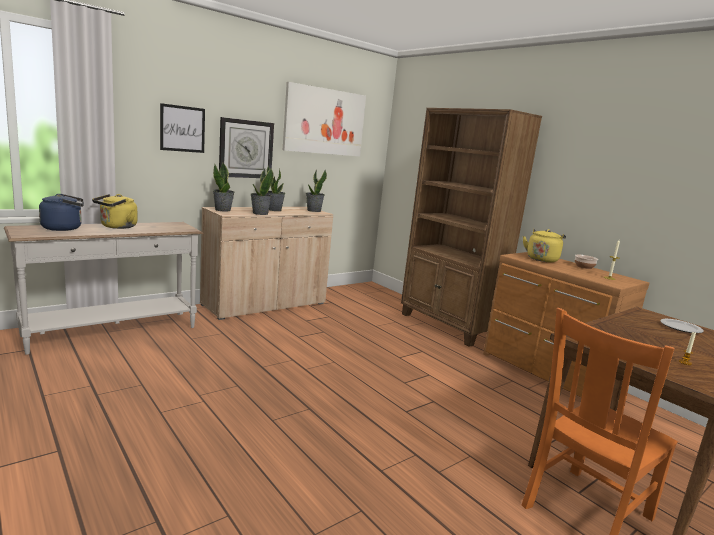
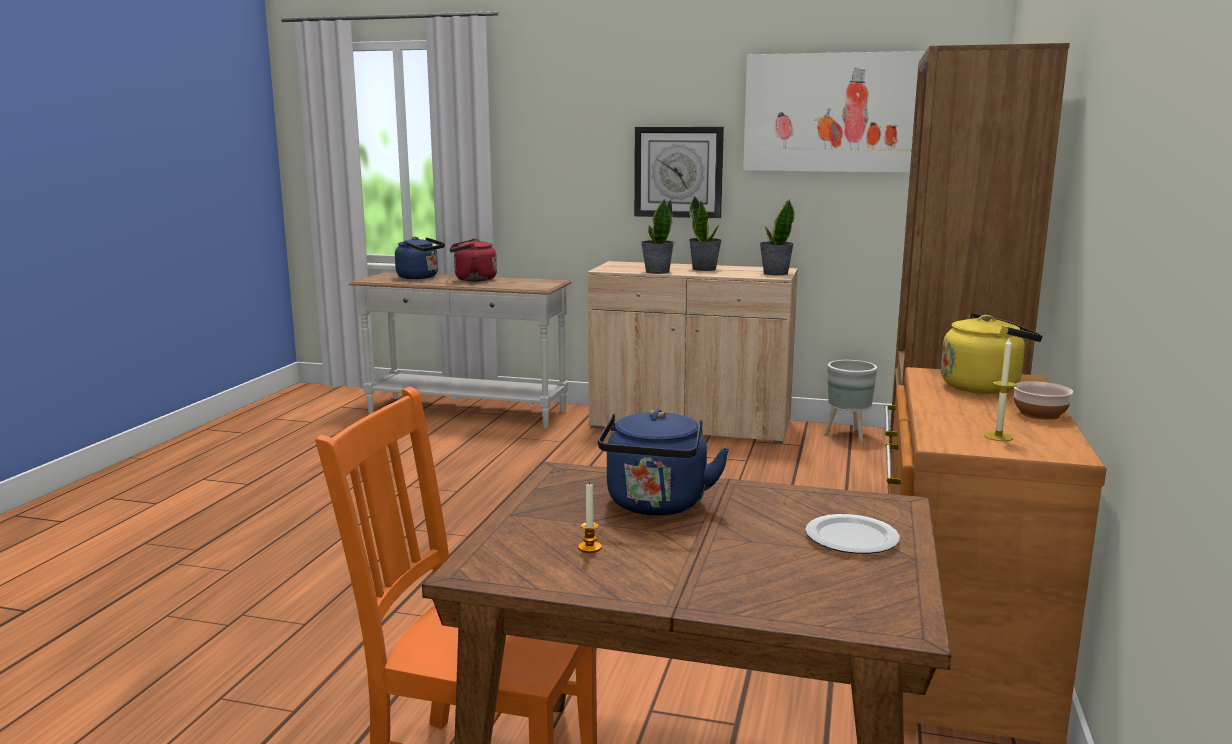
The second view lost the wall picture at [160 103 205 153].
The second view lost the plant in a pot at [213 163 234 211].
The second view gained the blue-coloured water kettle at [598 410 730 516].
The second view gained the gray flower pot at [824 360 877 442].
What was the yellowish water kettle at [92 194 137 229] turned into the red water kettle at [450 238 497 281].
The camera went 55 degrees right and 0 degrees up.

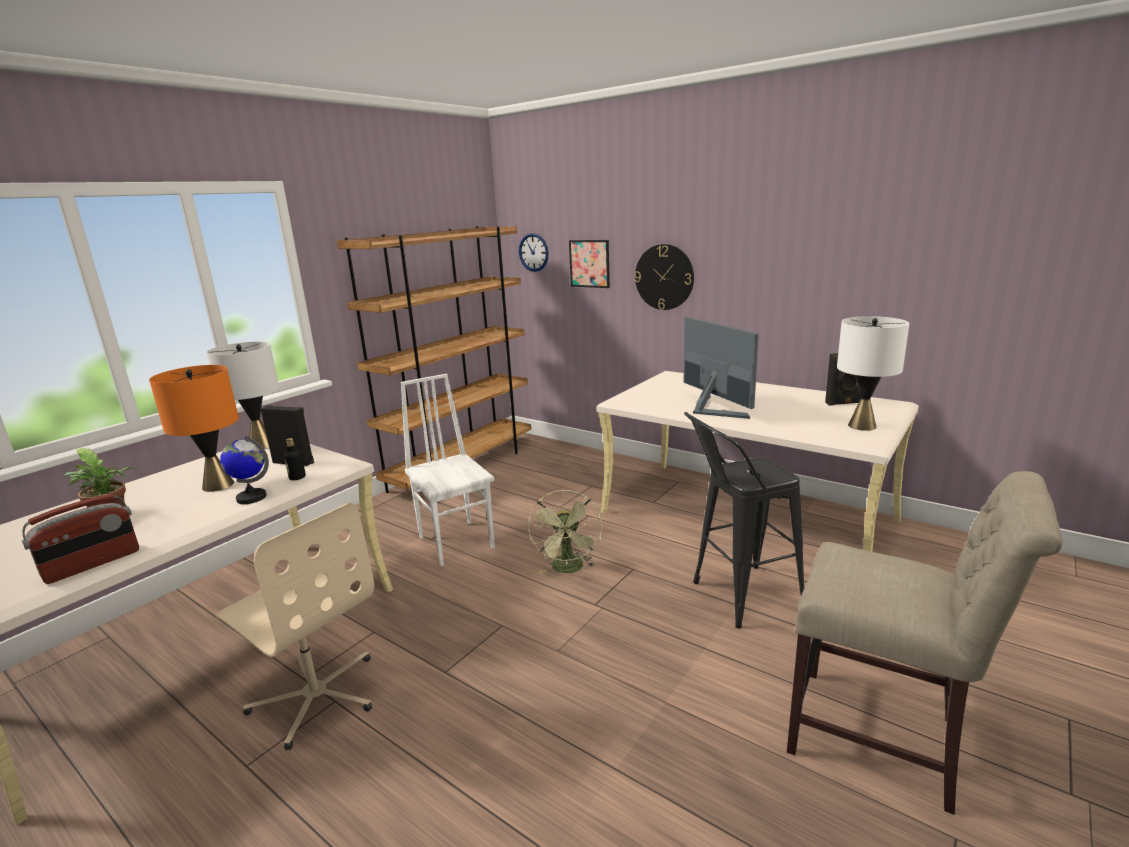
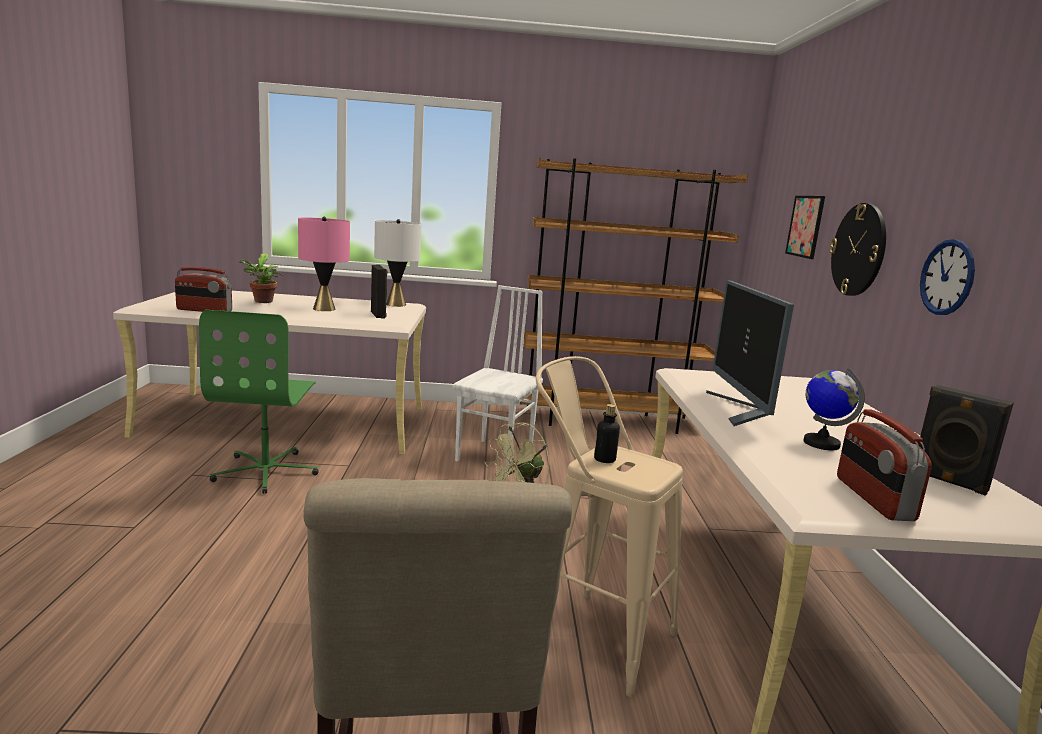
The world globe ended up elsewhere, having gone from [220 436 269 504] to [804 368 865 450].
The beverage bottle ended up elsewhere, having gone from [284 438 306 480] to [594 404 620 463].
The hanging clock ended up elsewhere, having gone from [519 233 548 272] to [920 239 975 315].
Where the whitish table lamp stood at [837 316 909 431], the radio came to stand at [837 409 932 521].
What was the orange table lamp at [149 365 239 492] turned into the pink table lamp at [298 216 350 311].
What was the beige-coloured office chair at [216 503 374 750] turned into the green-coloured office chair at [199 310 319 494].
What was the black-coloured stool at [684 412 804 628] turned into the beige-coloured stool at [536 356 683 697].
The computer screen at [684 317 759 419] ended up facing another way, 150 degrees clockwise from before.
The camera went 50 degrees right and 5 degrees down.

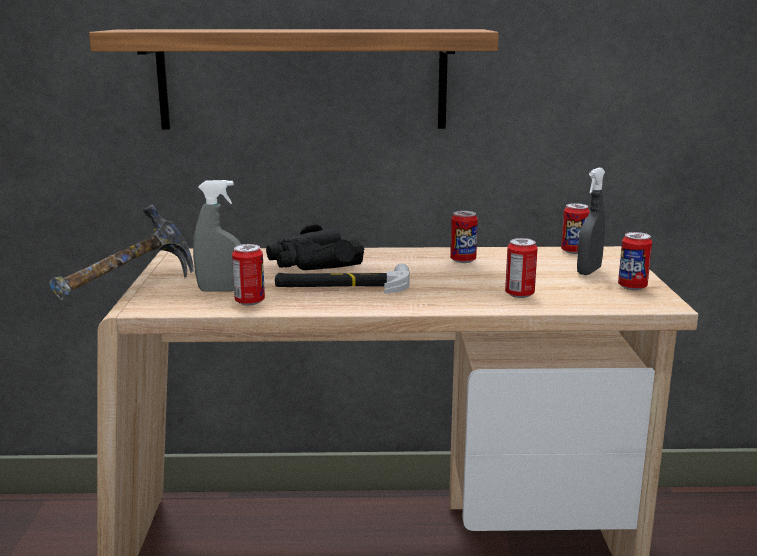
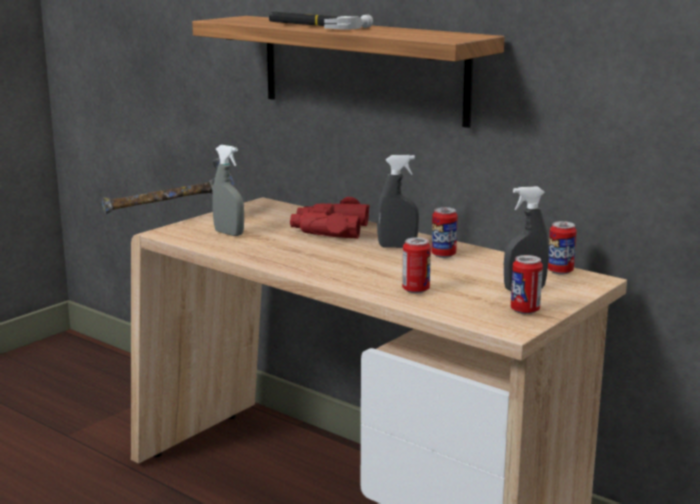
The second view lost the sealed can at [232 244 265 305].
The second view gained the gray sprayer at [377 155 419 248].
The tool hammer ended up elsewhere, having gone from [275 263 410 294] to [269 12 373 29].
What was the black-coloured pair of binoculars at [266 224 364 270] turned into the red pair of binoculars at [290 197 370 239].
The camera went 40 degrees right and 0 degrees up.

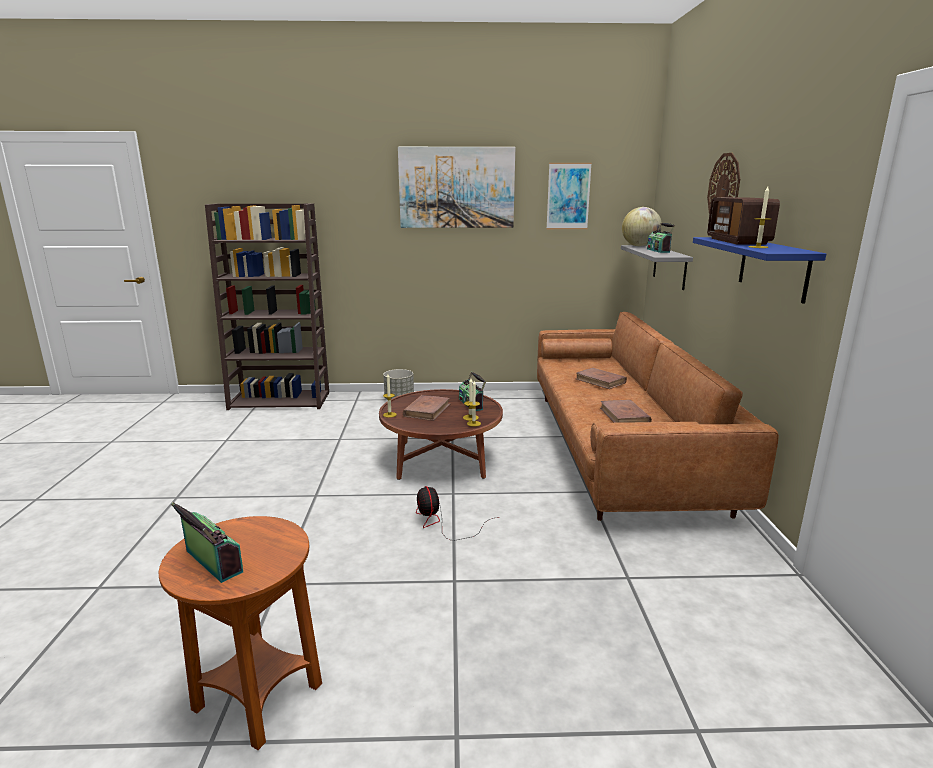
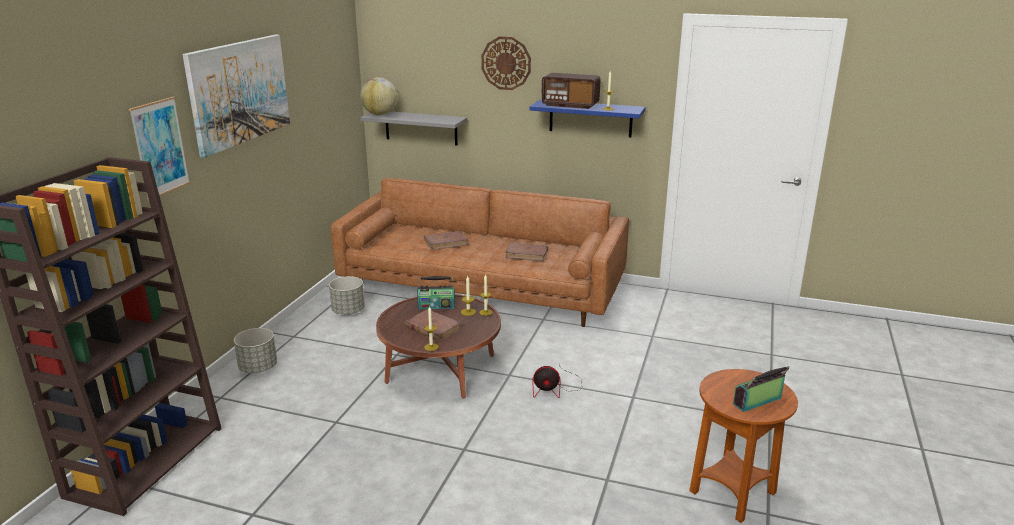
The second view lost the radio at [647 223 676 253].
The second view gained the gray flower pot at [329 276 365 315].
The wall picture ended up elsewhere, having gone from [546 163 592 229] to [129 97 190 201].
The camera went 70 degrees left and 5 degrees up.

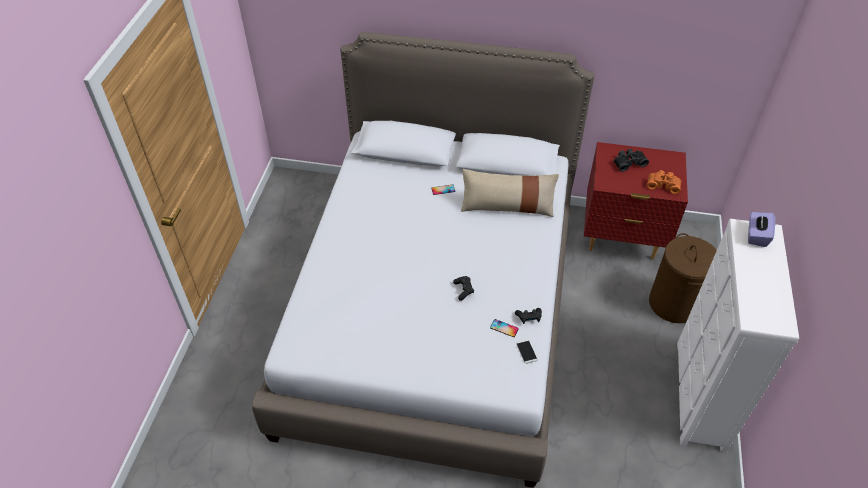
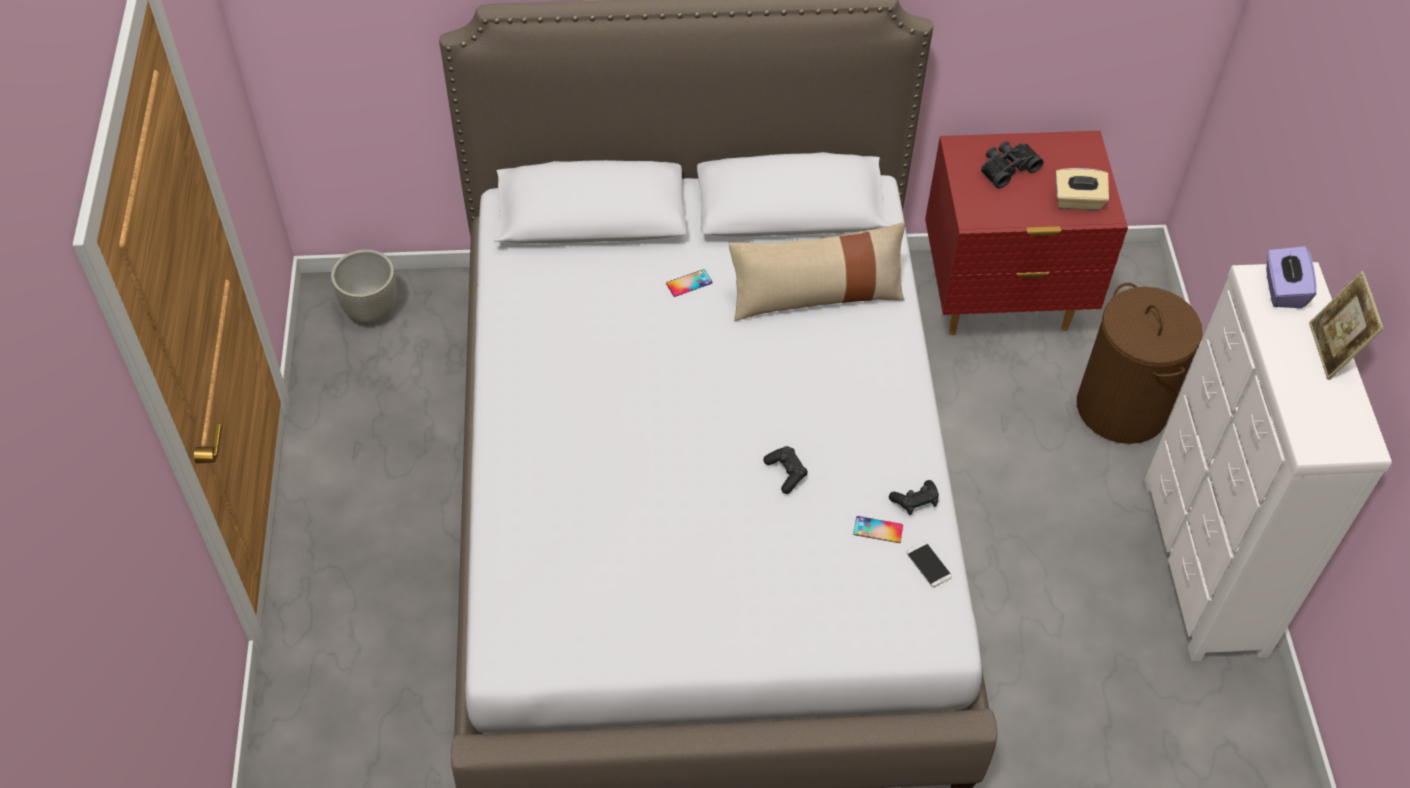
The second view gained the gray flower pot at [331 249 397 323].
The second view gained the picture frame at [1309 271 1384 380].
Where the orange pair of binoculars stood at [647 170 682 194], the beige-coloured box of tissues came to stand at [1055 168 1109 210].
The camera went 15 degrees left and 5 degrees up.

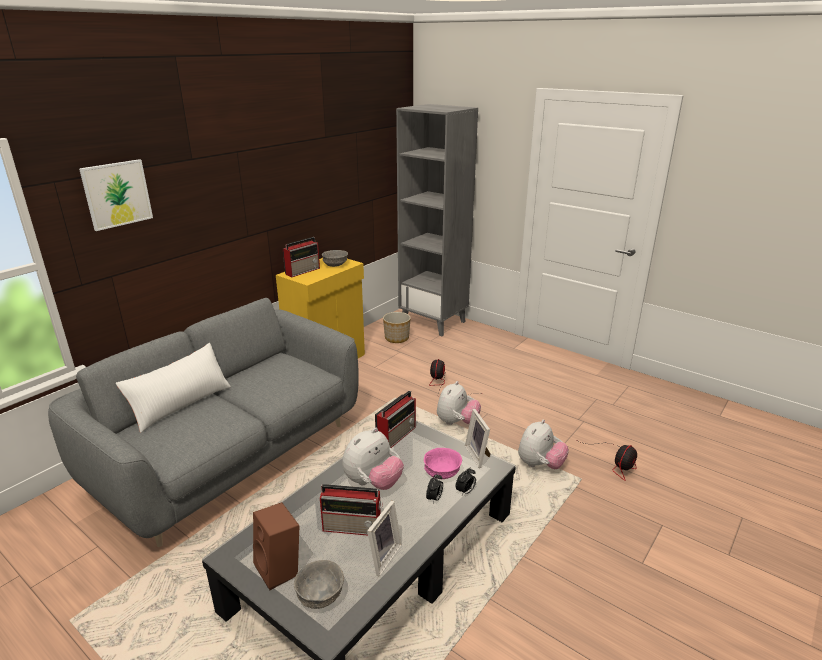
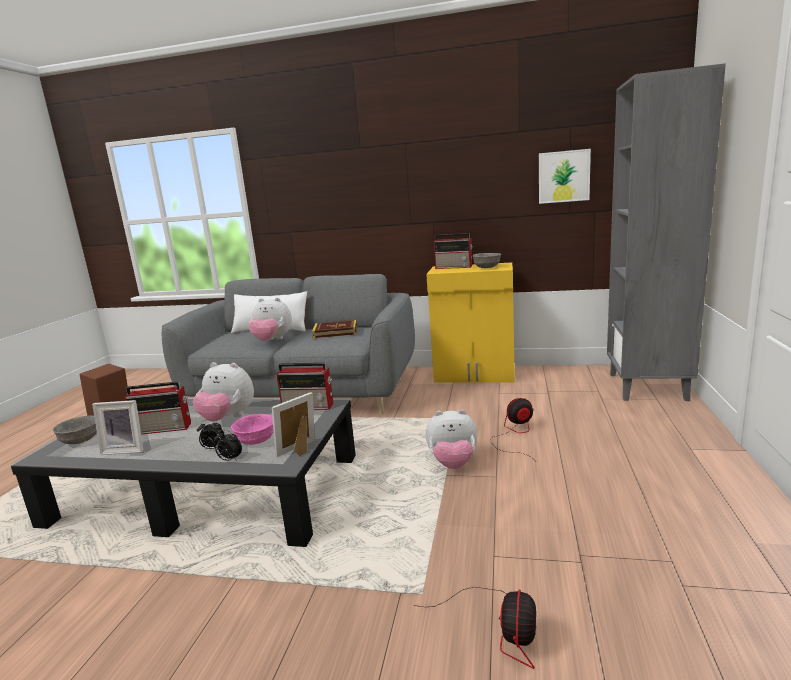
The second view lost the flower pot at [383 312 411 343].
The second view gained the volume at [312 320 357 338].
The wall picture ended up elsewhere, having gone from [79 159 153 231] to [539 149 591 204].
The plush toy ended up elsewhere, having gone from [518 419 569 469] to [248 298 292 341].
The radio at [320 484 383 536] ended up facing another way, 75 degrees counterclockwise from before.
The electric fan at [579 441 637 481] ended up facing another way, 90 degrees counterclockwise from before.
The camera went 65 degrees right and 10 degrees down.

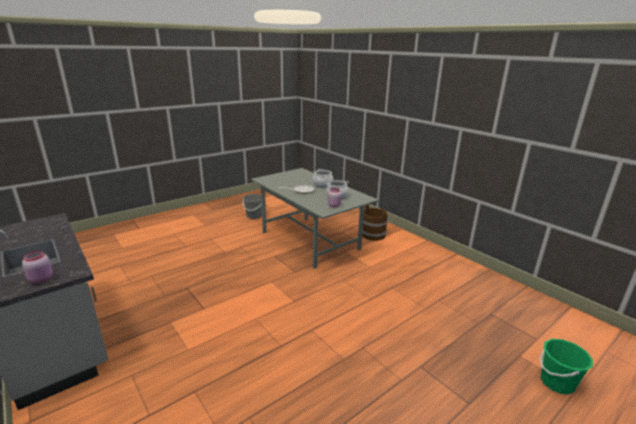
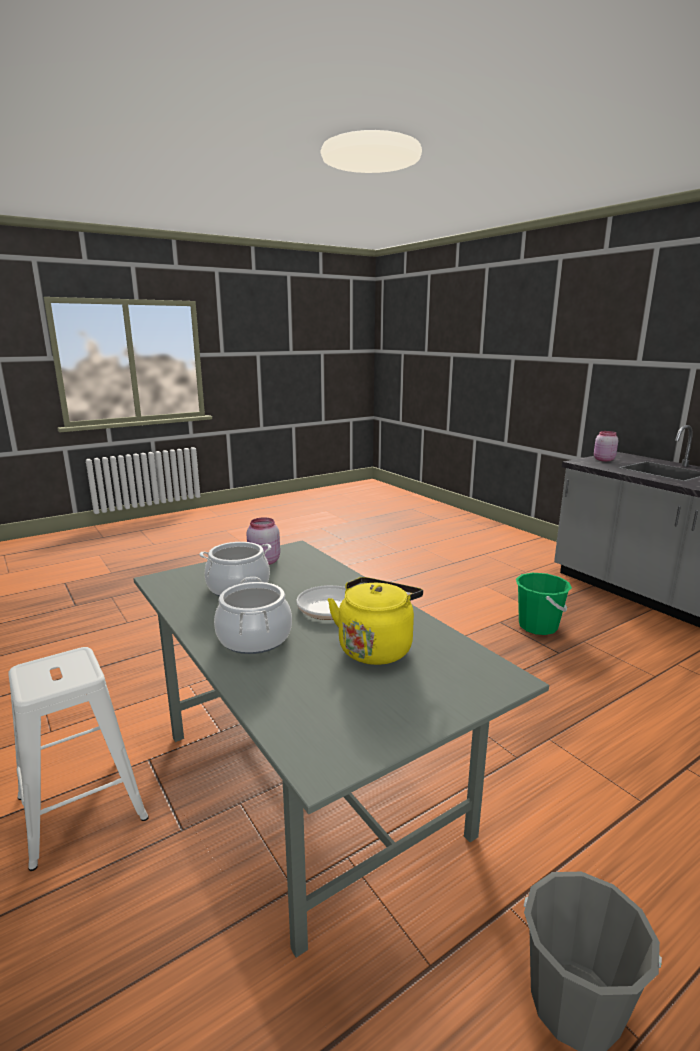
The second view gained the yellowish water kettle at [328 577 423 665].
The green-coloured water bucket ended up elsewhere, having gone from [540 339 593 395] to [516 573 572 635].
Where the brown water bucket stood at [362 205 388 241], the whitish stool came to stand at [8 647 149 871].
The camera went 175 degrees left and 5 degrees down.

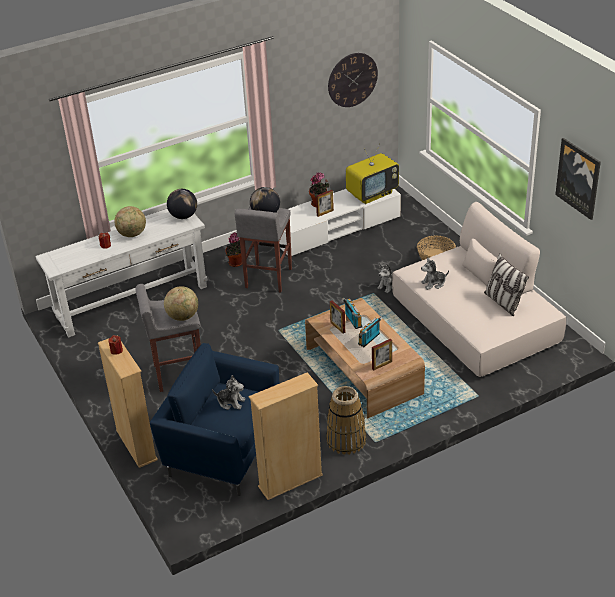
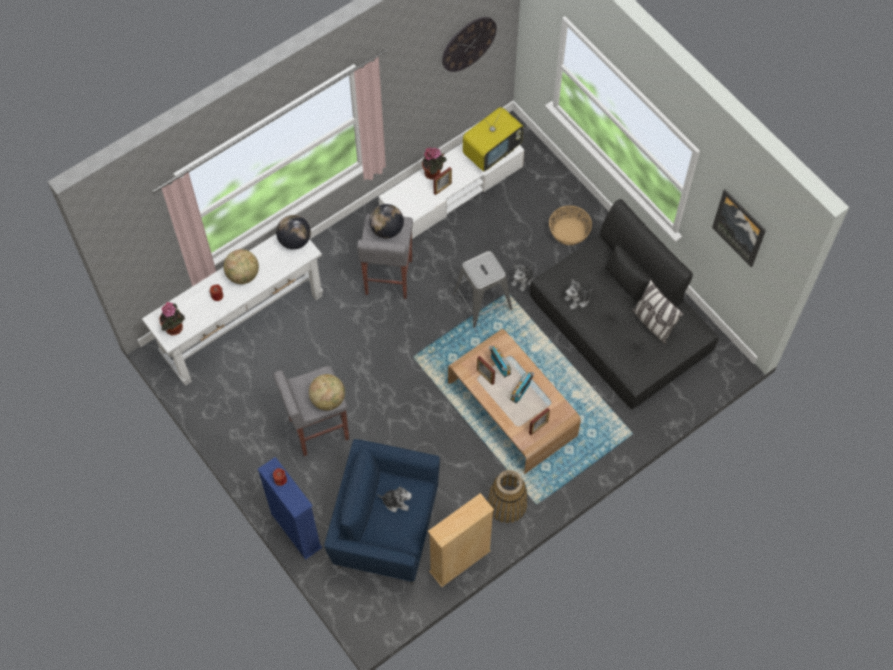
The second view gained the gray stool at [453 251 512 328].
The plant in a pot ended up elsewhere, having gone from [225 232 242 267] to [159 302 185 335].
What was the beige-coloured bookcase at [98 335 158 468] turned into the blue-coloured bookcase at [257 457 322 560].
What was the beige-coloured couch at [392 202 566 377] turned into the black-coloured couch at [529 199 719 410].
The camera went 10 degrees left and 25 degrees up.

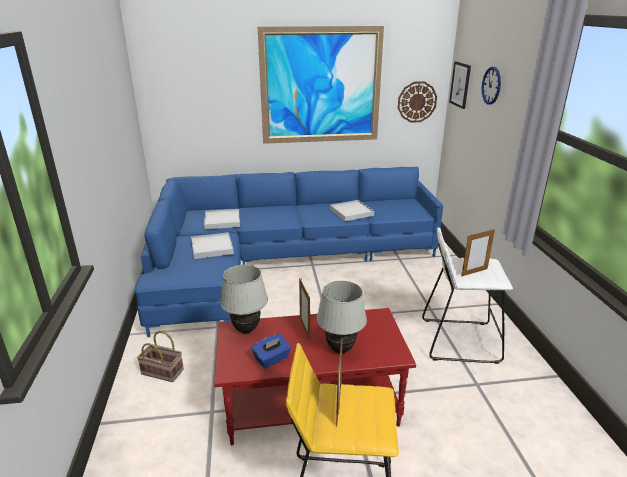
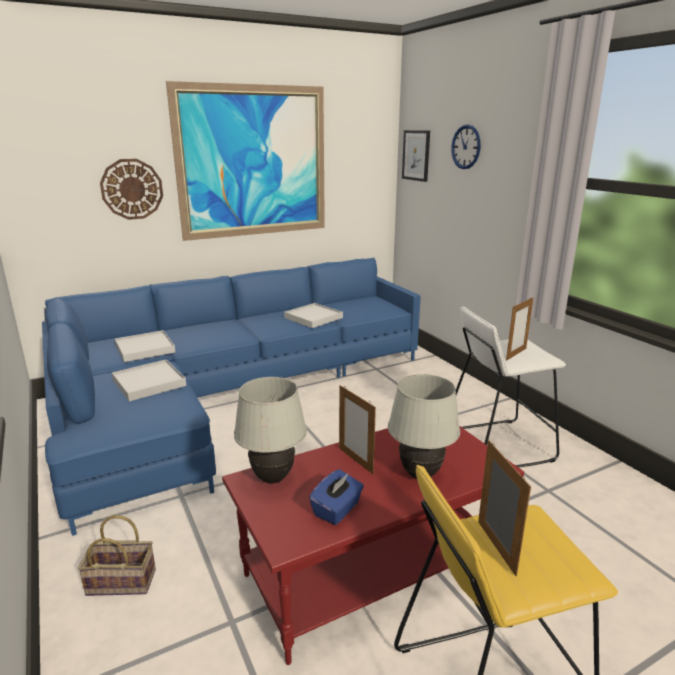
The hanging clock ended up elsewhere, having gone from [398 81 437 123] to [100 159 163 220].
The camera went 20 degrees left and 5 degrees down.

